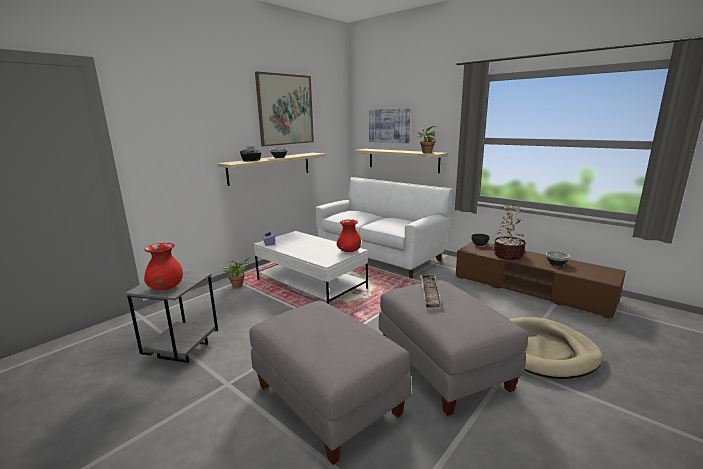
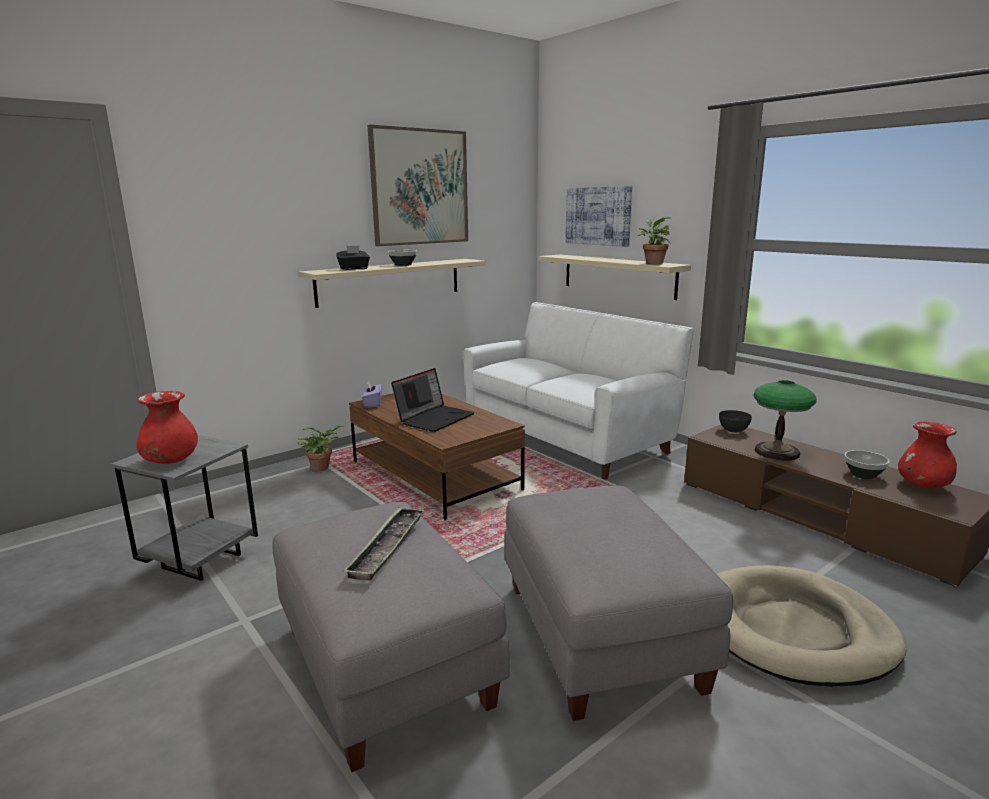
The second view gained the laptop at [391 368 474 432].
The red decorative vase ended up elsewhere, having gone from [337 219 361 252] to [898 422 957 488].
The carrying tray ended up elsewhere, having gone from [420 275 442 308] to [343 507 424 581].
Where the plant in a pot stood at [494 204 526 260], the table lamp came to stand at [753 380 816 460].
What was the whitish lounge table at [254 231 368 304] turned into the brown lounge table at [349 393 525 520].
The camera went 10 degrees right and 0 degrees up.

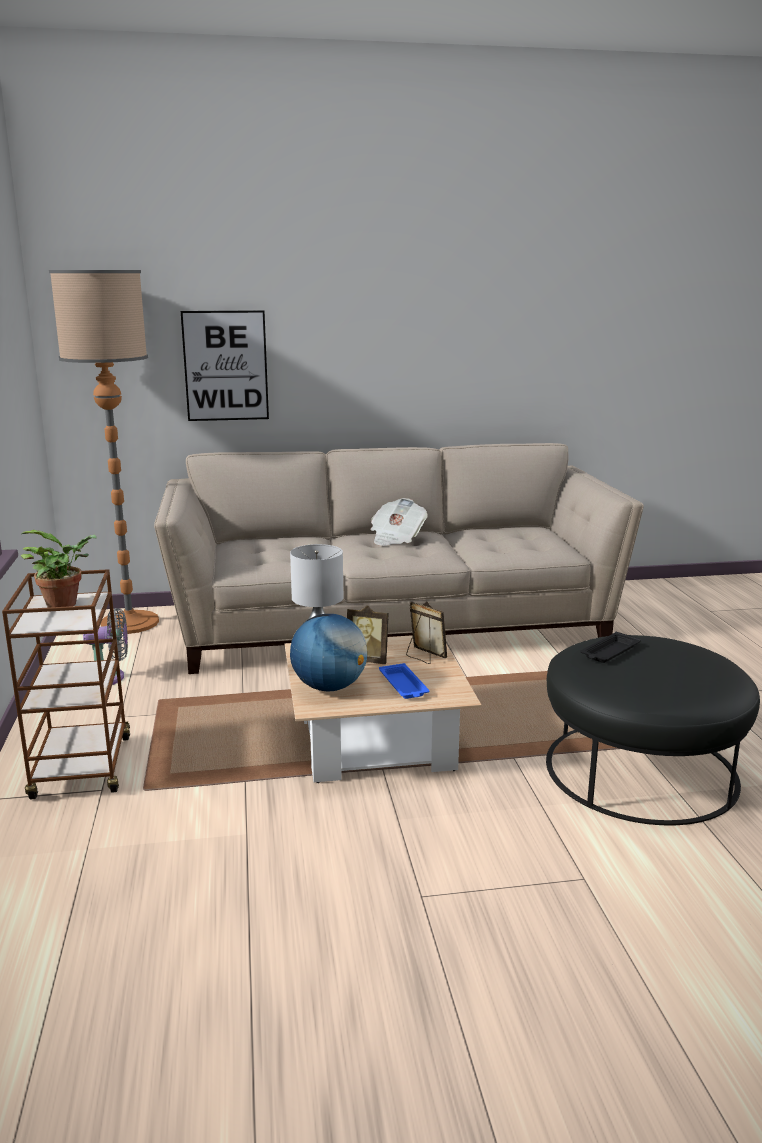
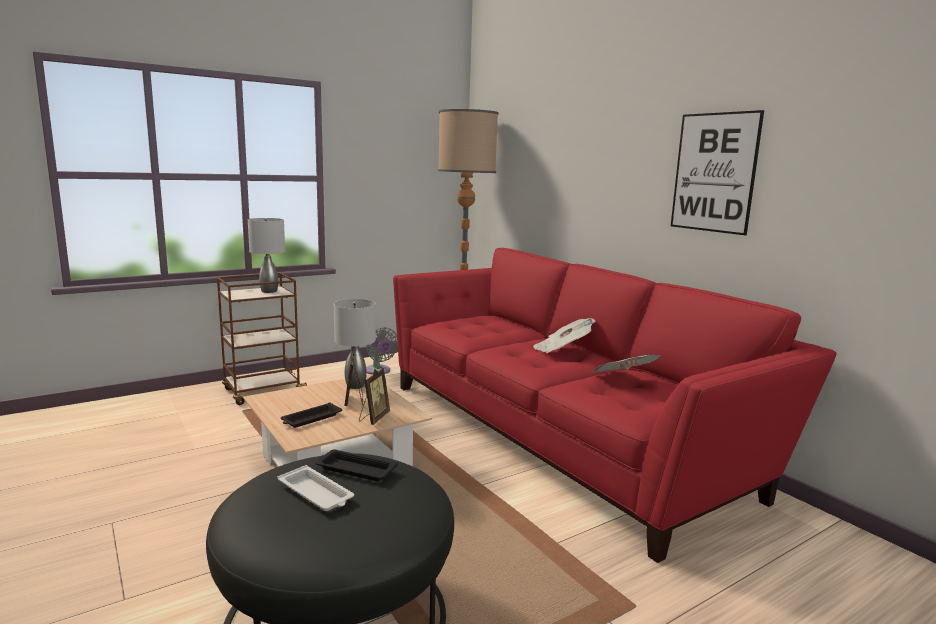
The second view lost the world globe at [290 614 367 691].
The second view gained the whitish carrying tray at [278 465 354 511].
The second view gained the newspaper at [591 354 661 372].
The wall picture ended up elsewhere, having gone from [181 310 269 421] to [671 110 764 235].
Where the plant in a pot stood at [21 530 97 608], the gray table lamp came to stand at [248 218 285 293].
What was the beige-coloured couch at [154 443 644 674] turned into the red couch at [393 248 837 563].
What was the blue-coloured carrying tray at [379 663 429 699] turned into the black-coloured carrying tray at [281 402 342 428].
The camera went 65 degrees right and 5 degrees down.

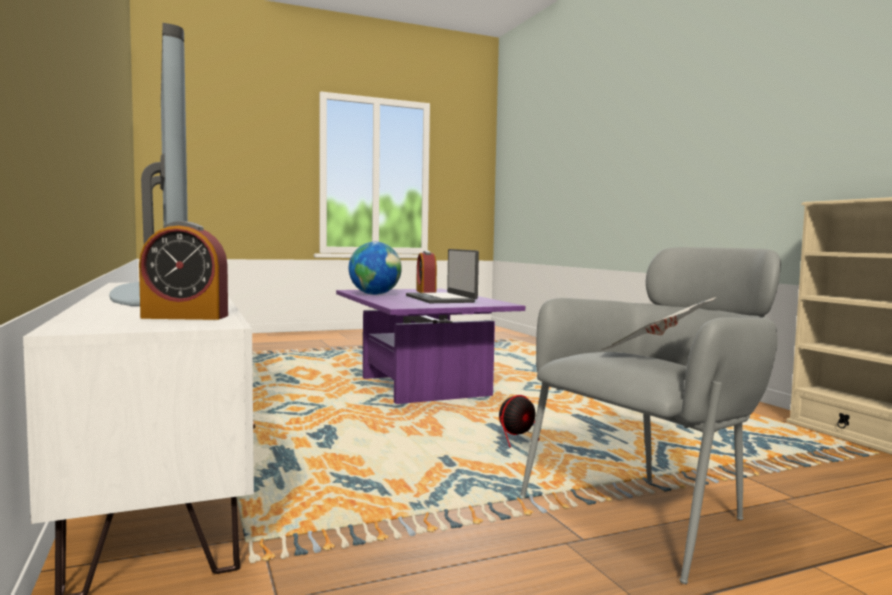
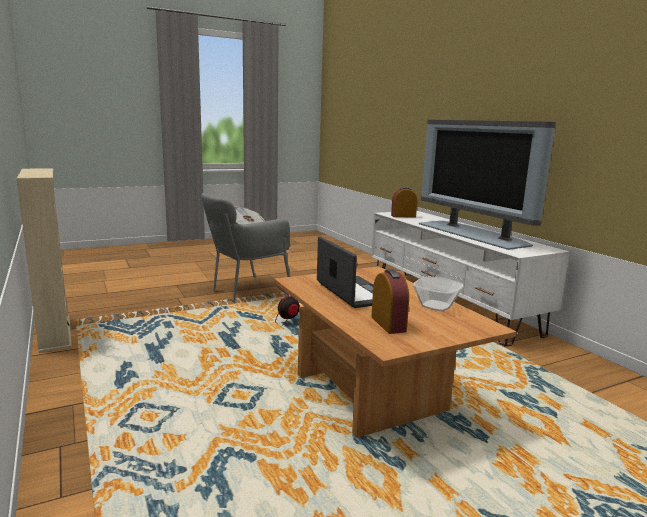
Where the world globe stood at [349 242 402 295], the serving bowl came to stand at [413 276 464 311].
What was the purplish lounge table at [336 289 525 404] turned into the brown lounge table at [274 266 516 438].
The camera went 175 degrees right and 10 degrees up.

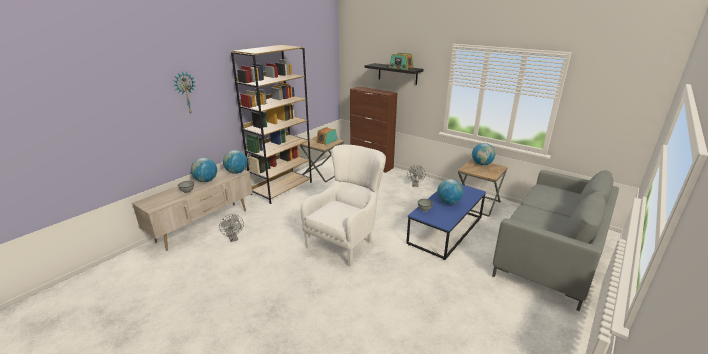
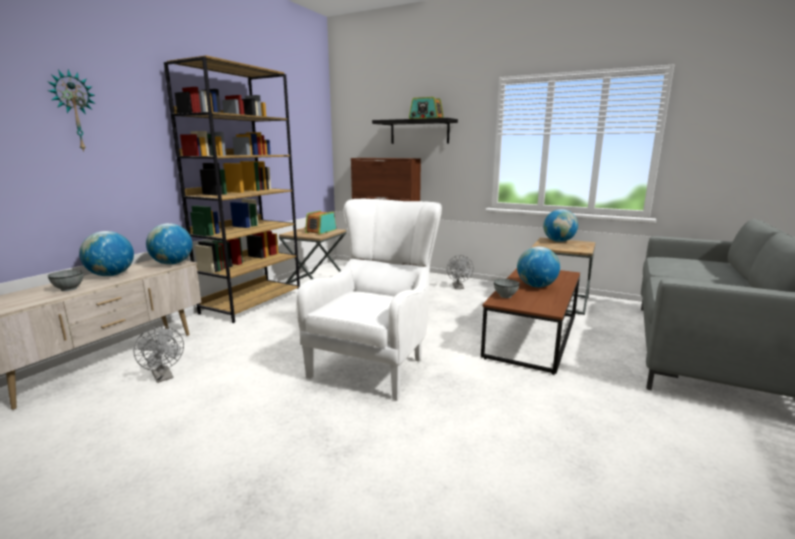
What was the blue-coloured lounge table at [406 184 486 260] turned into the brown lounge table at [481 268 580 375].
The camera went 10 degrees left and 10 degrees down.

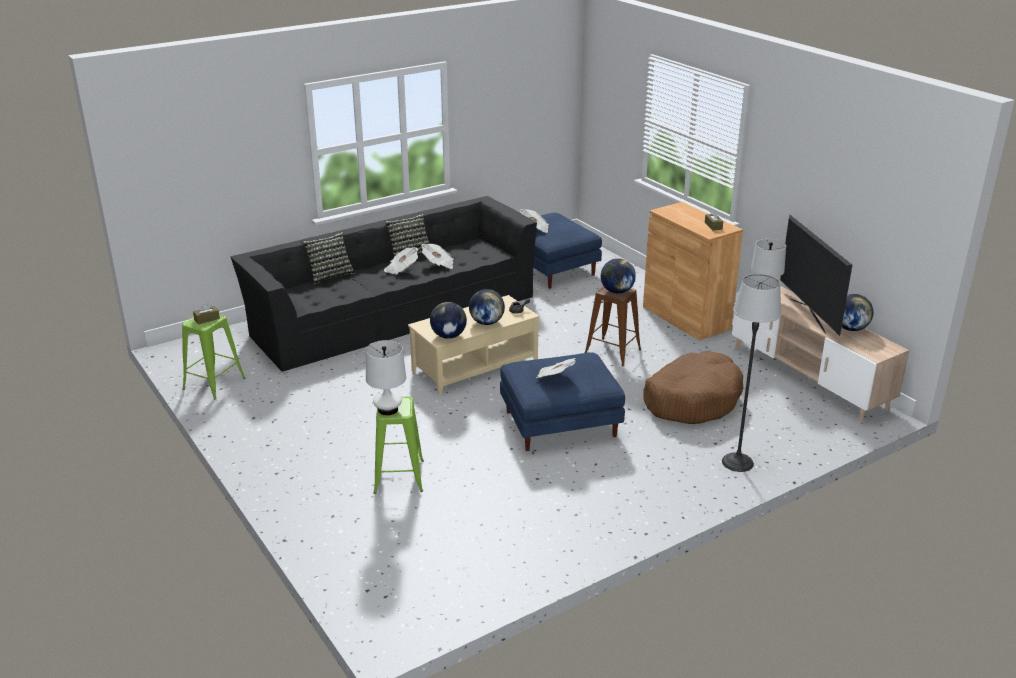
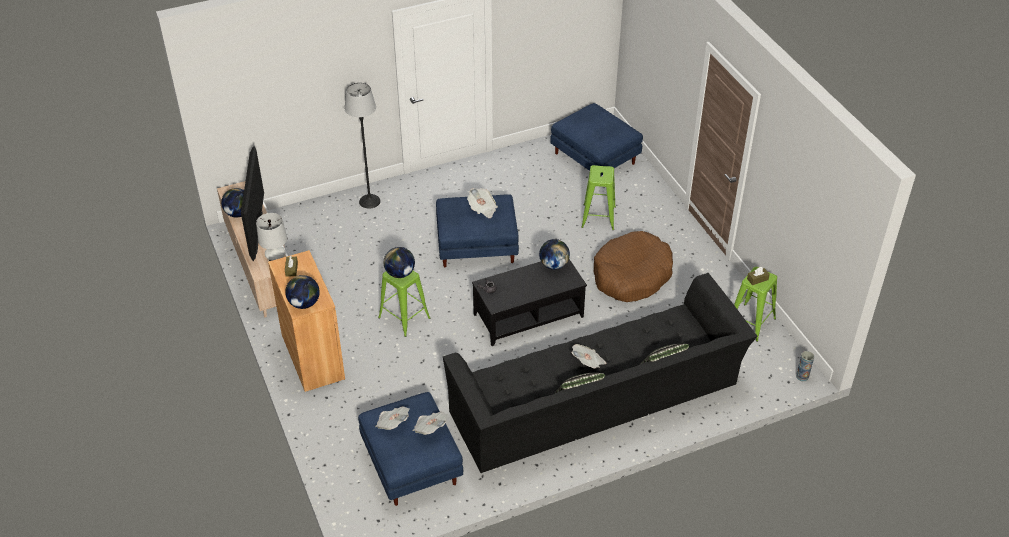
The second view lost the whitish table lamp at [366 340 406 415].
The second view gained the blue-coloured ottoman at [550 103 643 176].
The second view gained the decorative vase at [796 351 814 381].
The newspaper ended up elsewhere, having gone from [421 244 454 269] to [375 406 410 430].
The world globe ended up elsewhere, having gone from [469 289 505 325] to [285 275 320 309].
The brown dog cushion ended up elsewhere, having gone from [643 351 744 424] to [594 231 673 302].
What was the beige-coloured lounge table at [408 295 539 395] turned into the black-coloured lounge table at [472 259 587 346].
What was the brown stool at [585 286 641 366] turned into the green-coloured stool at [378 271 430 337].
The camera went 170 degrees left and 15 degrees up.

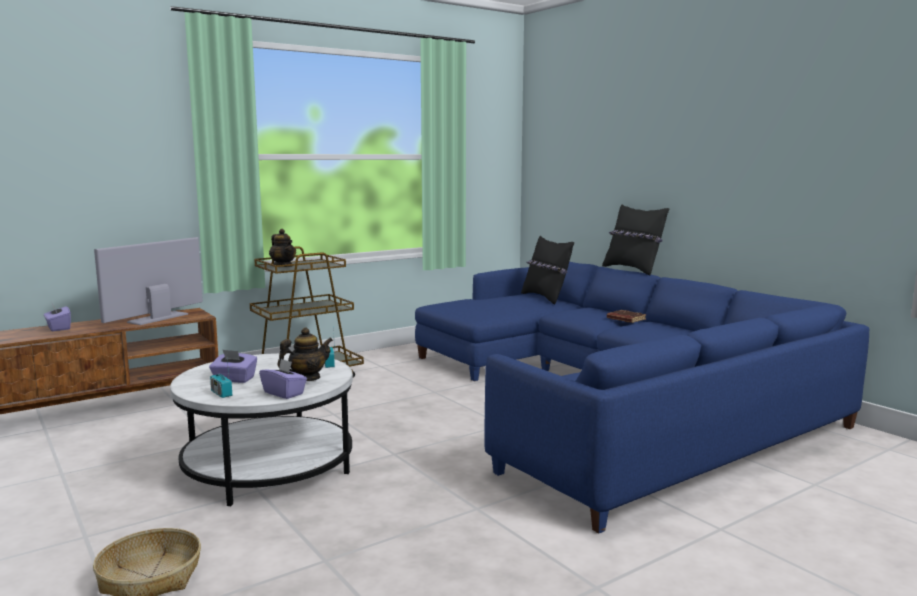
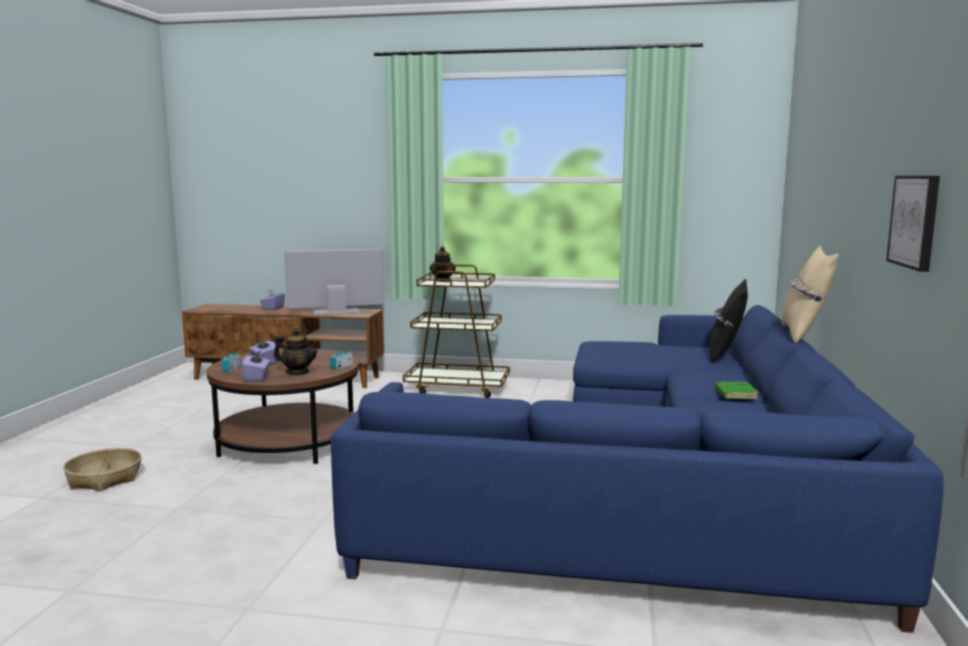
The second view gained the wall picture at [886 176 940 272].
What was the whitish lounge table at [170 353 353 506] turned into the brown lounge table at [207 349 359 464].
What was the black-coloured cushion at [602 205 669 275] turned into the beige-coloured cushion at [782 246 839 343].
What was the brown volume at [607 310 646 323] turned into the green-coloured volume at [715 381 759 399].
The camera went 45 degrees right and 0 degrees up.

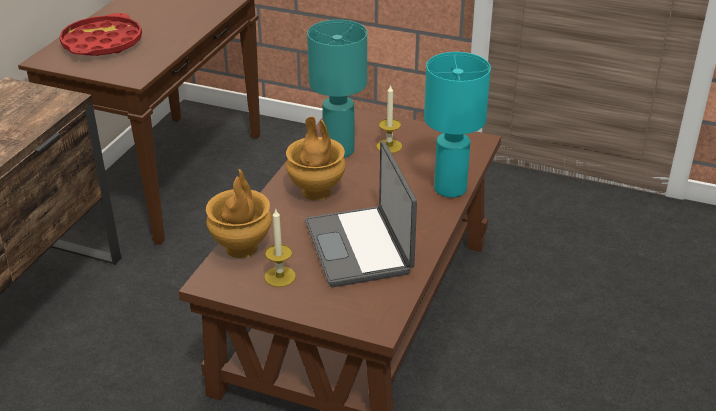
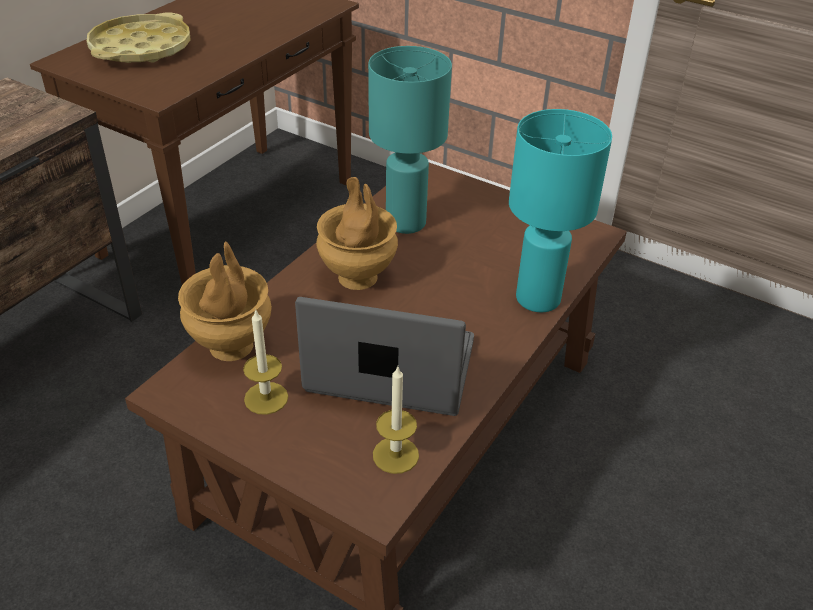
The candle ended up elsewhere, having gone from [376 84 402 153] to [373 367 419 474].
What was the red carrying tray at [59 13 142 56] turned into the yellowish carrying tray at [87 12 191 63].
The laptop at [305 141 417 287] ended up facing another way, 105 degrees clockwise from before.
The camera went 10 degrees right and 5 degrees up.

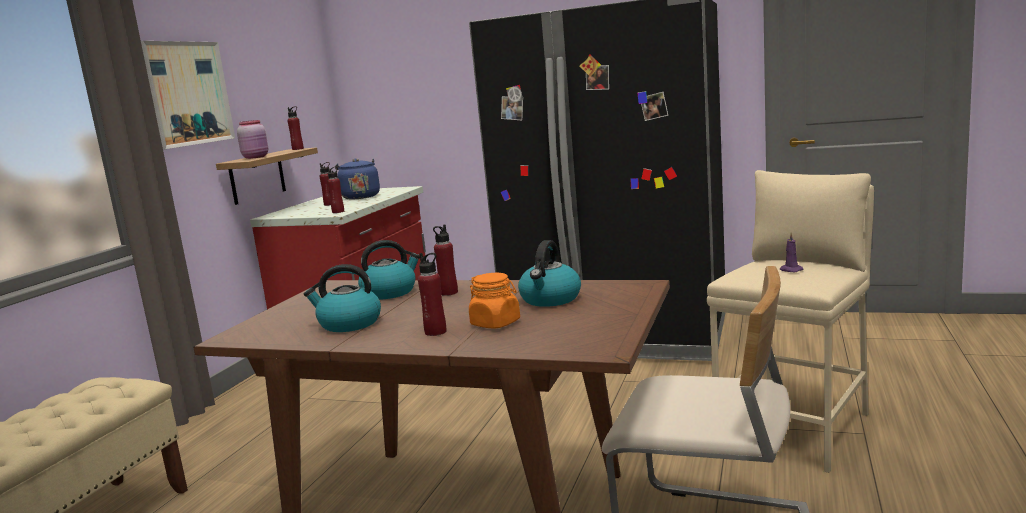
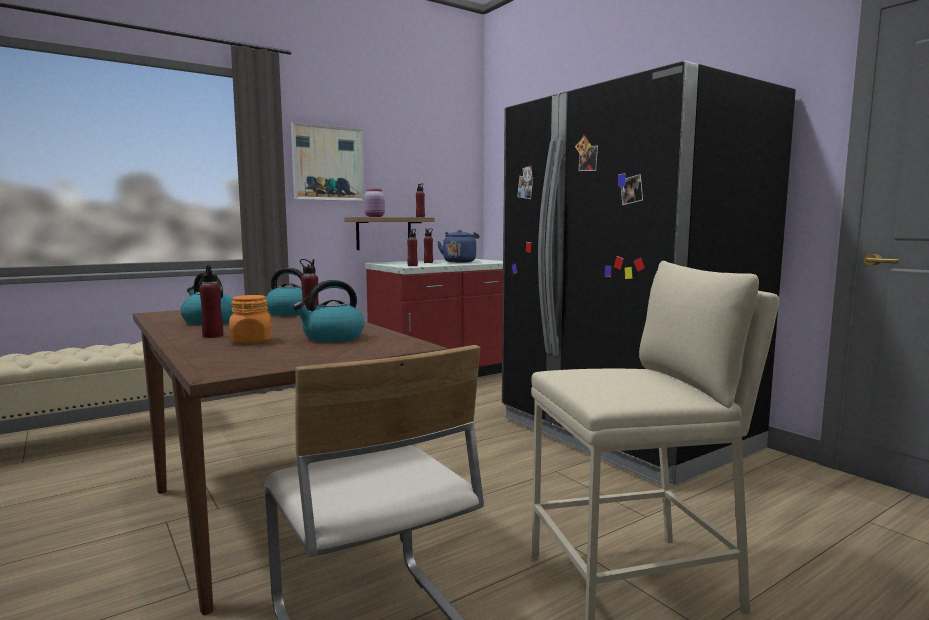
The second view lost the purplish candle at [780 233 803 272].
The camera went 35 degrees right and 5 degrees down.

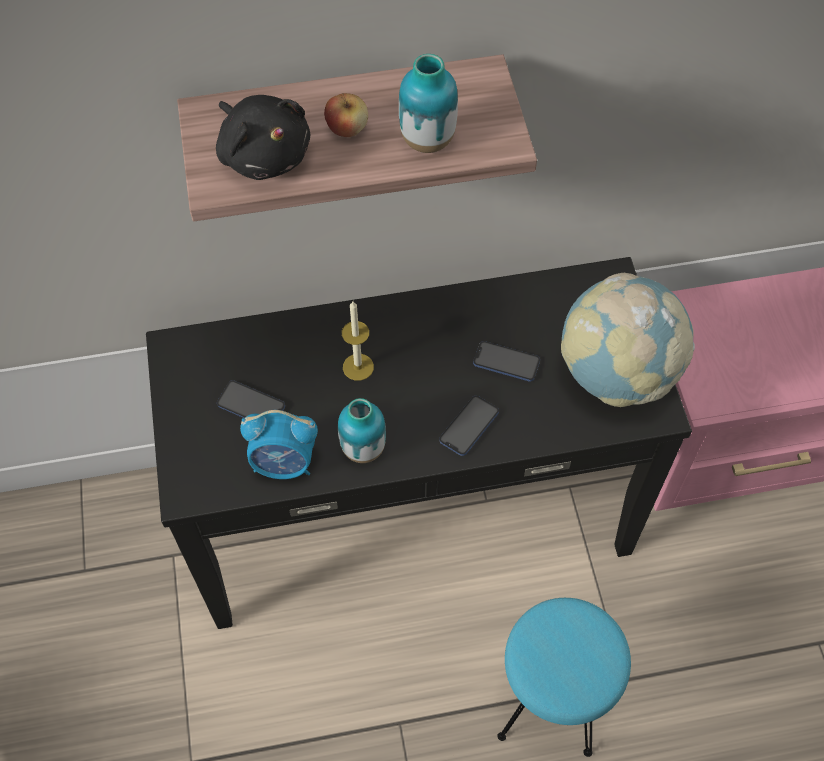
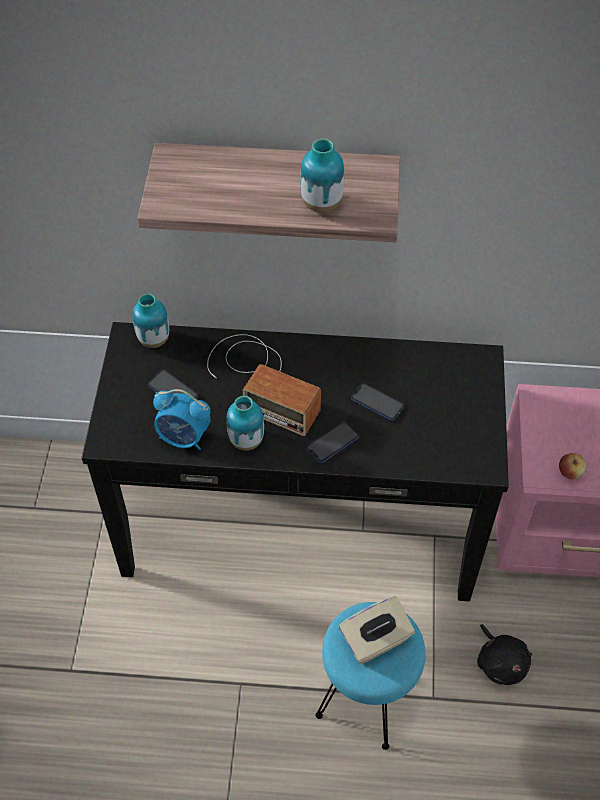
The second view lost the world globe at [561 273 695 407].
The second view gained the decorative vase at [133 293 169 348].
The second view gained the beige-coloured box of tissues at [339 596 415 664].
The black-coloured plush toy ended up elsewhere, having gone from [216 95 310 180] to [477 624 532 685].
The apple fruit ended up elsewhere, having gone from [324 93 368 137] to [559 453 586 480].
Where the candle stood at [342 301 374 381], the radio came to stand at [207 334 321 436].
The camera went 15 degrees right and 5 degrees down.

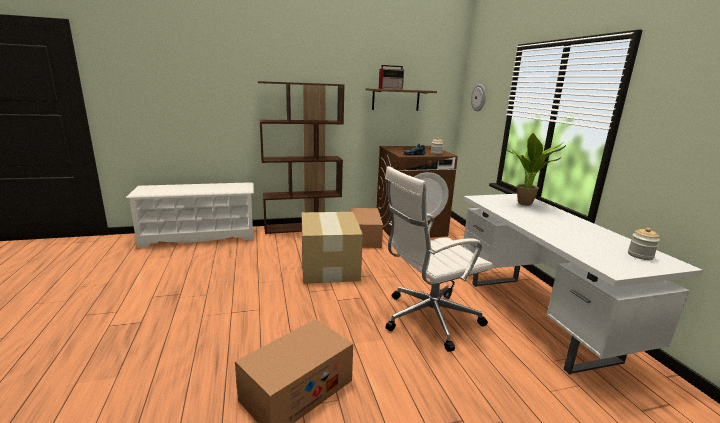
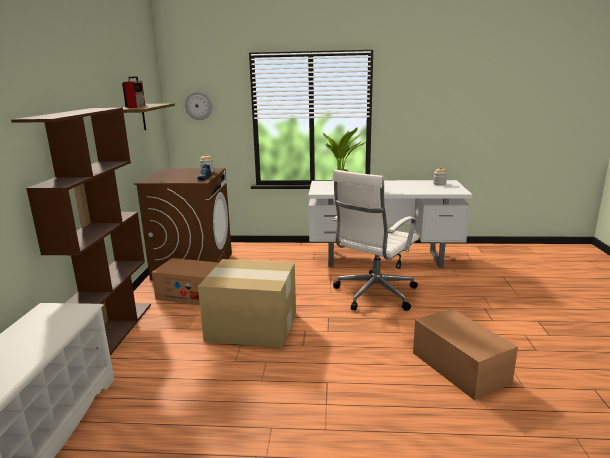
The whitish office chair at [385 166 493 352] ended up facing another way, 45 degrees clockwise from before.
The camera went 70 degrees left and 0 degrees up.

